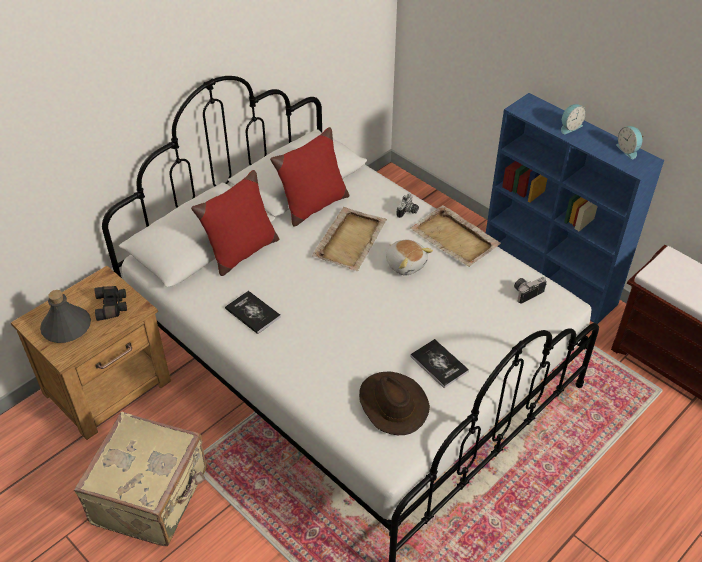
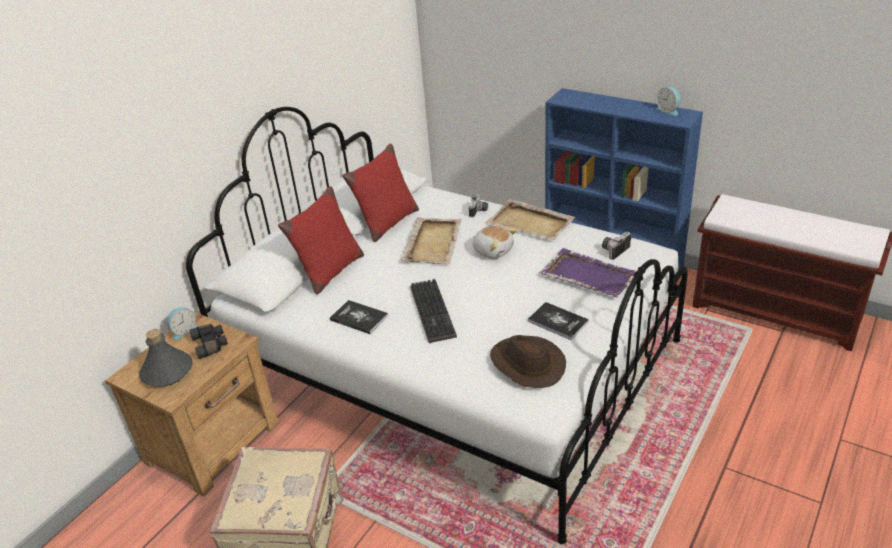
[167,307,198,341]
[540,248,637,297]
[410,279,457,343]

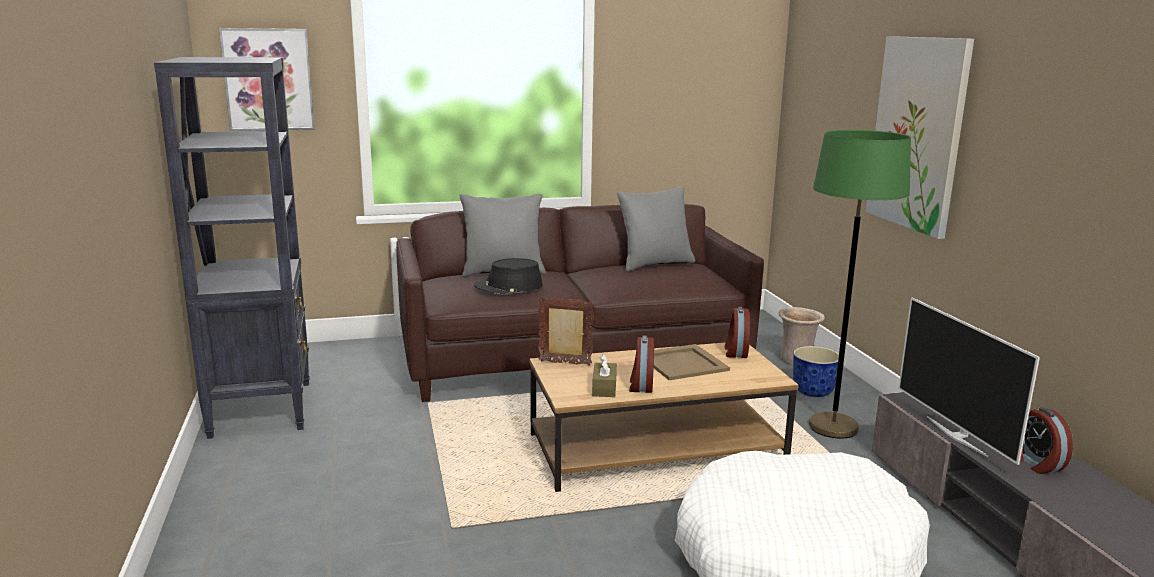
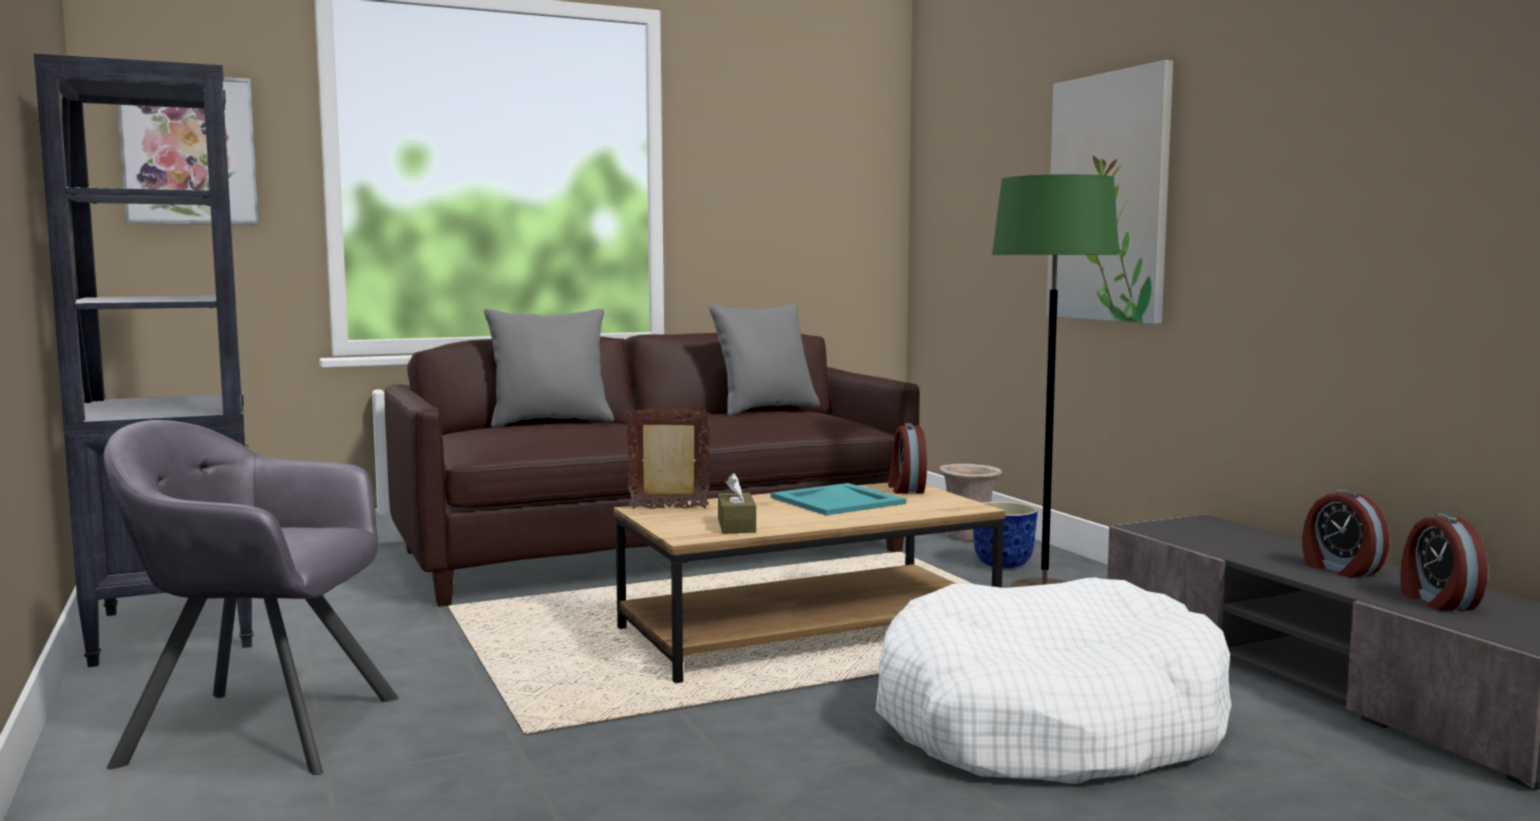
[474,258,543,294] (first image)
[898,297,1040,465] (first image)
[1400,513,1488,611]
[771,483,906,515]
[104,420,399,775]

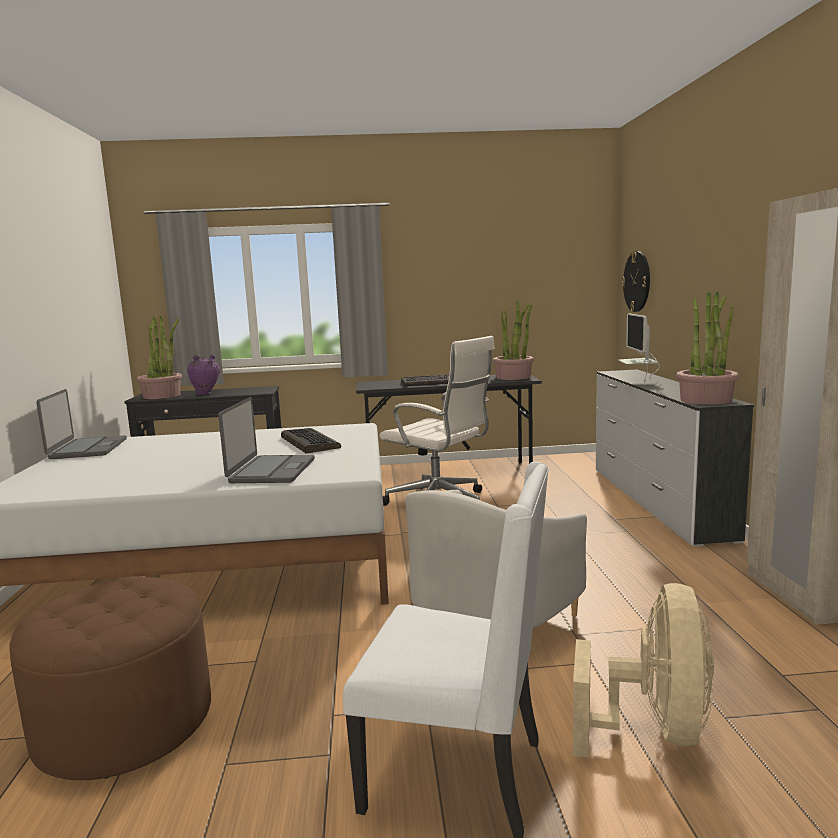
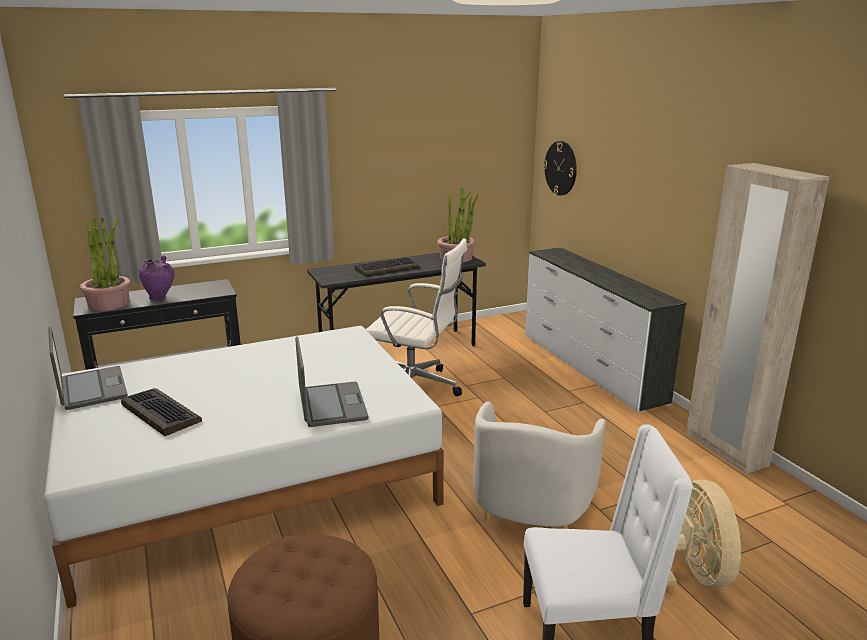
[676,291,739,405] (first image)
[618,313,660,384] (first image)
[121,388,202,436]

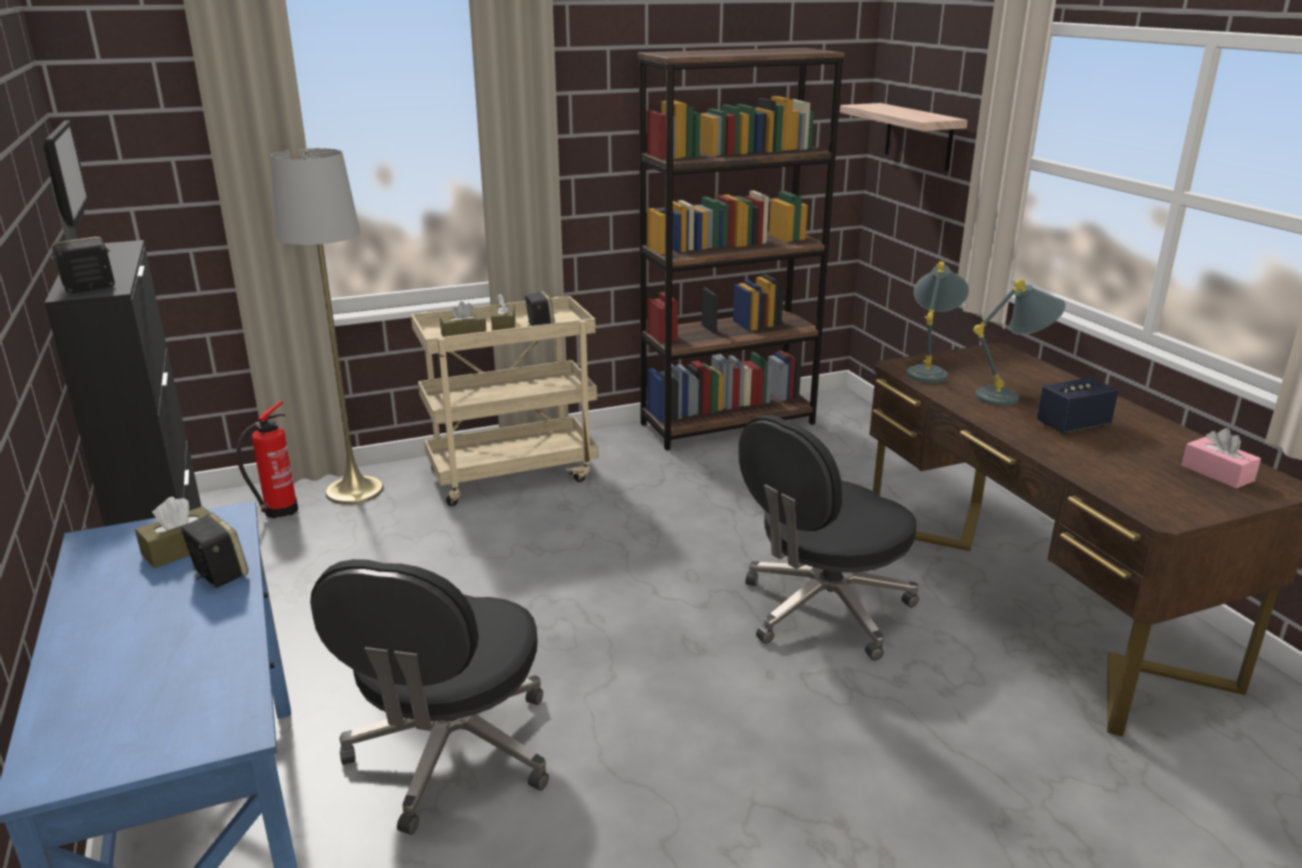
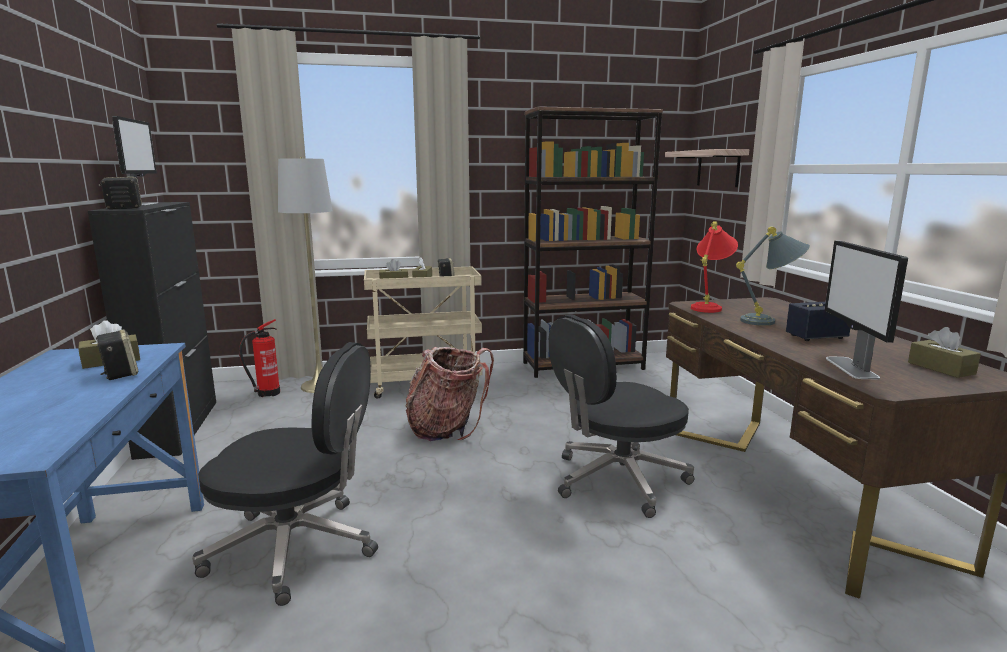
[691,222,738,313]
[908,327,981,378]
[192,342,378,606]
[824,241,908,379]
[405,347,494,441]

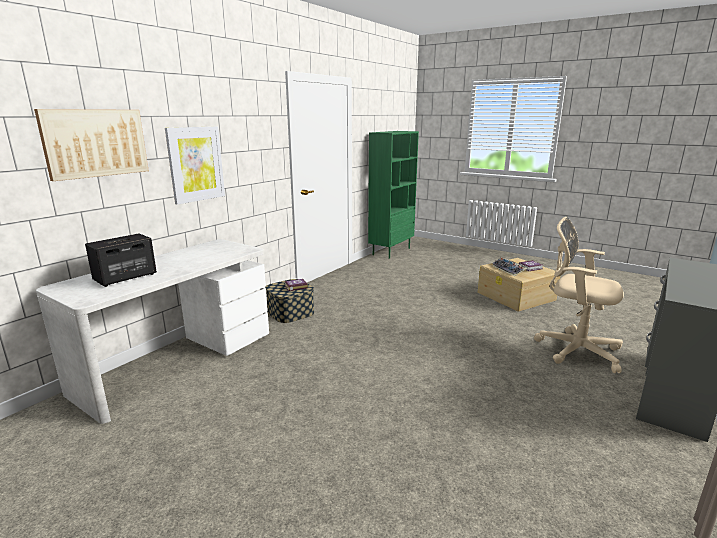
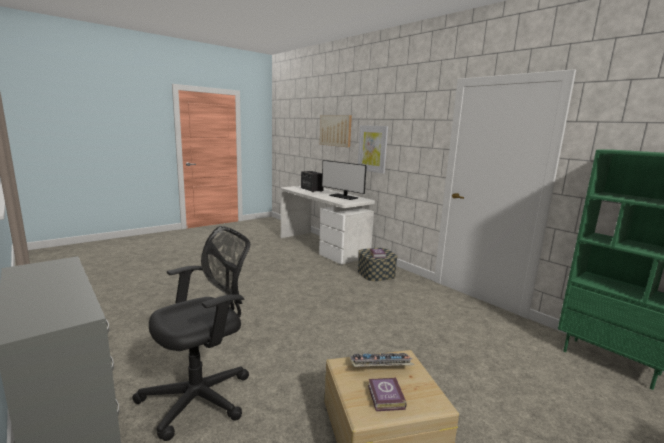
[132,226,250,441]
[322,160,367,200]

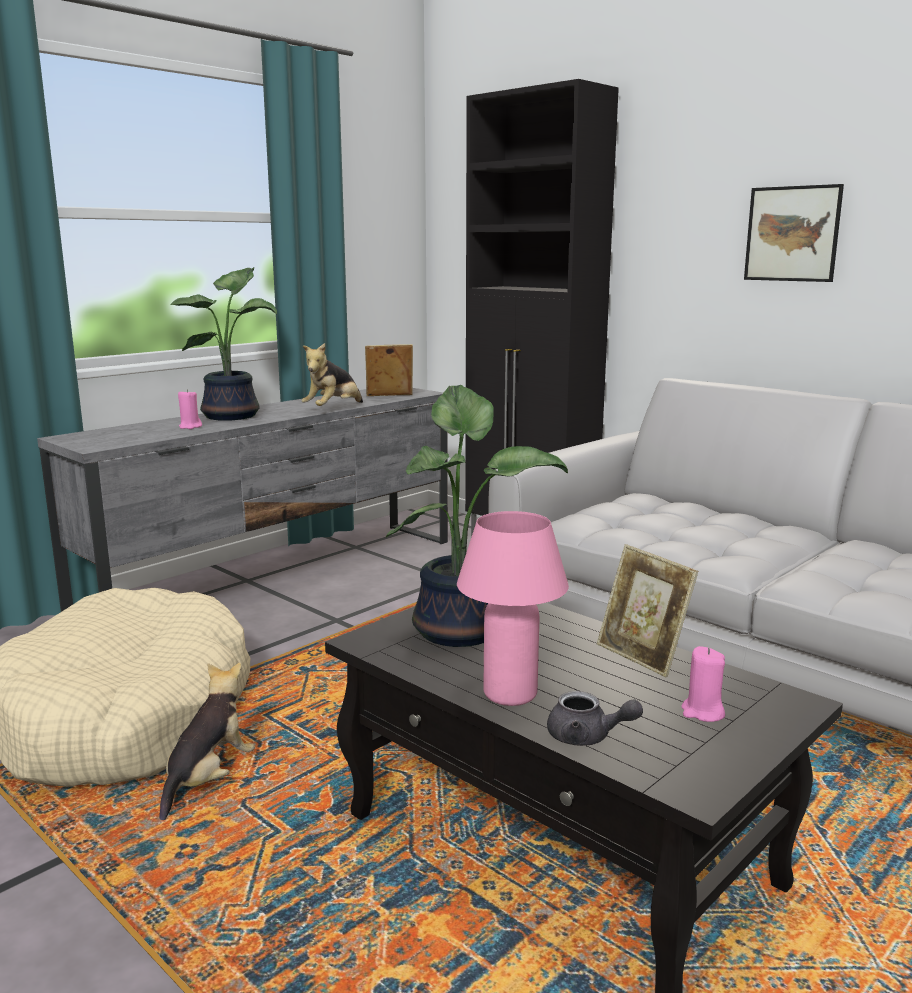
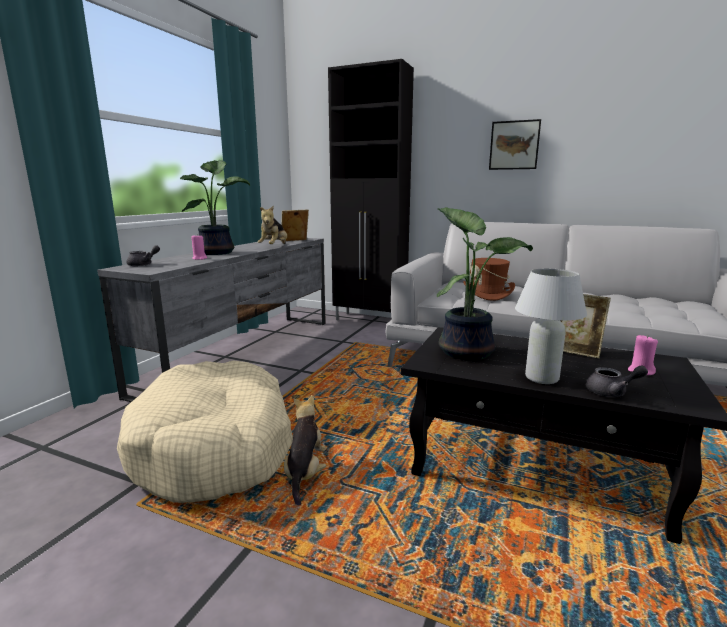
[515,269,587,384]
[127,245,160,267]
[463,258,515,301]

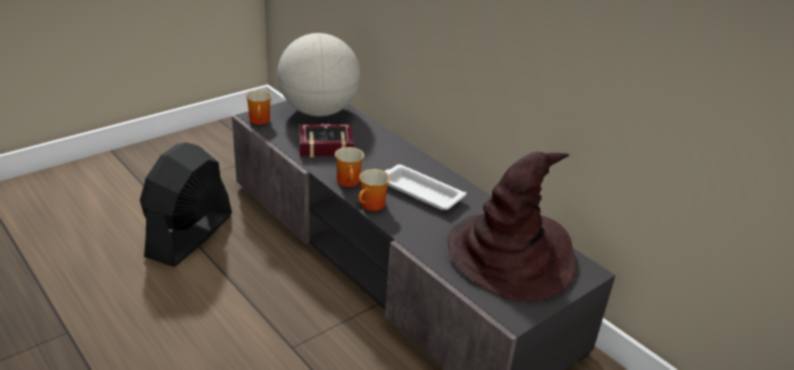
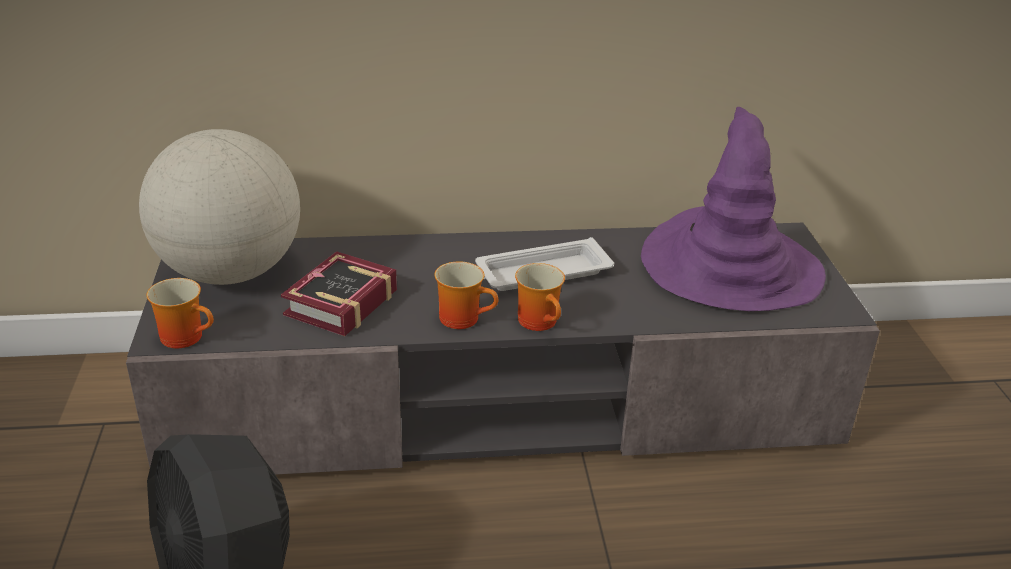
[641,107,826,311]

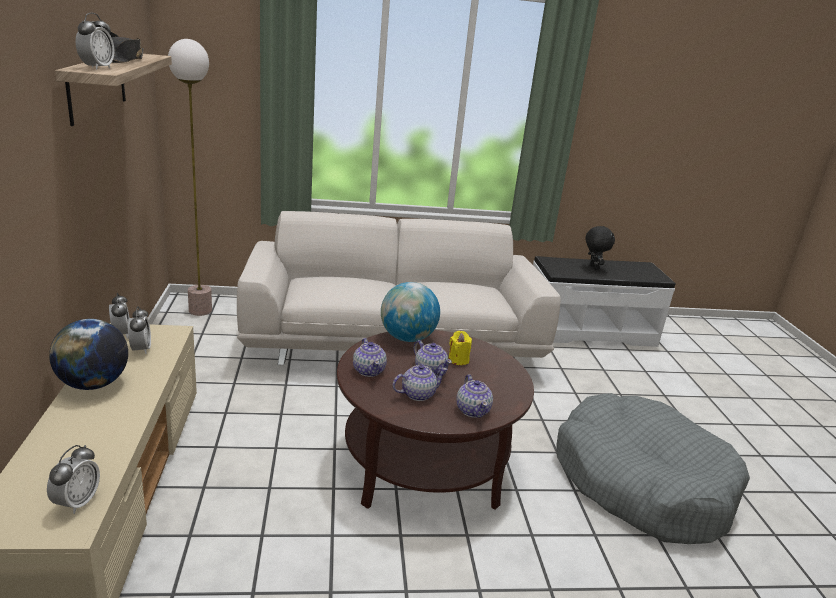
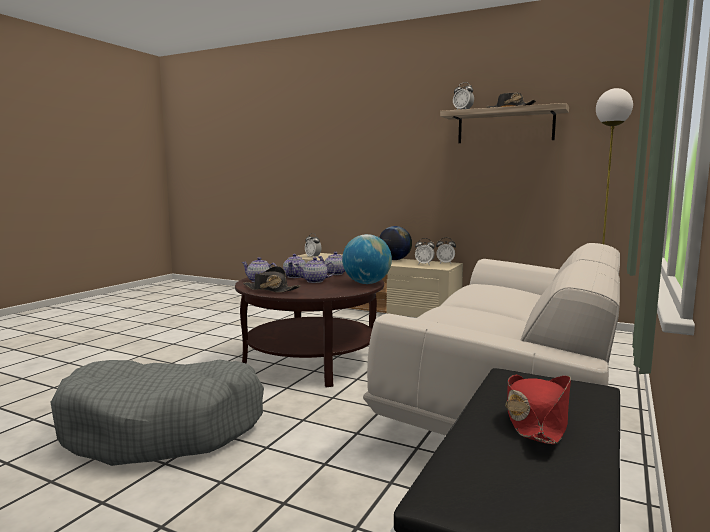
[505,375,571,444]
[448,331,472,365] (first image)
[243,266,301,293]

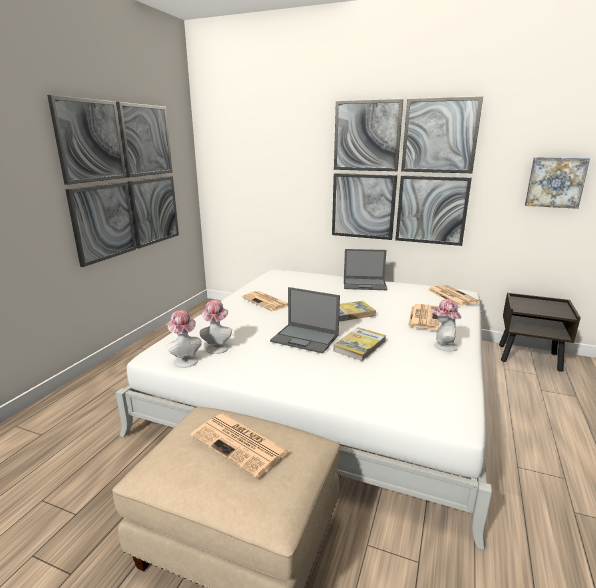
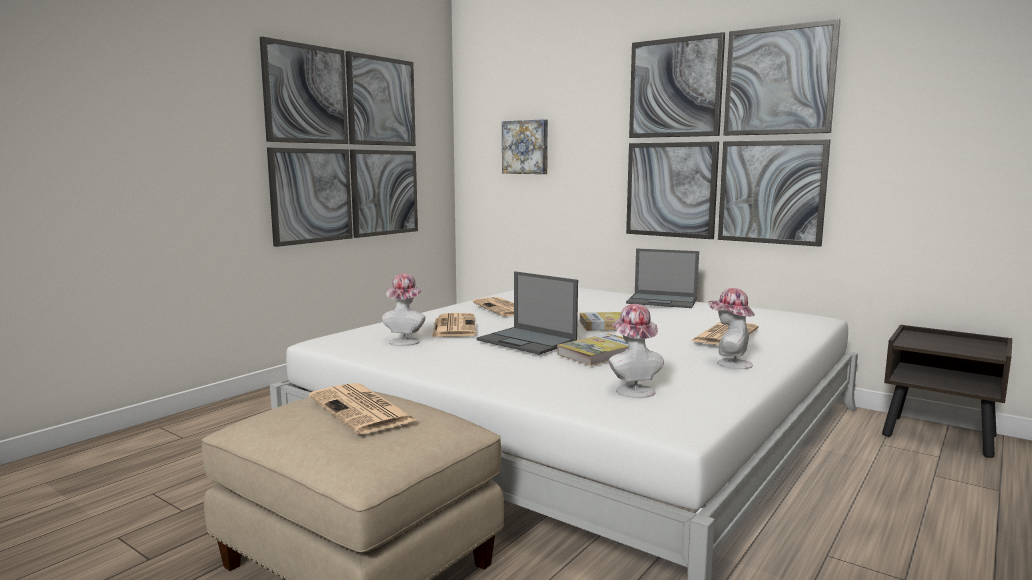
[502,119,548,174]
[433,313,476,337]
[609,304,664,398]

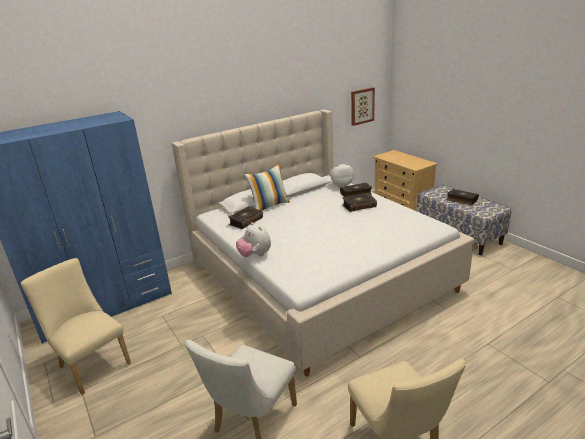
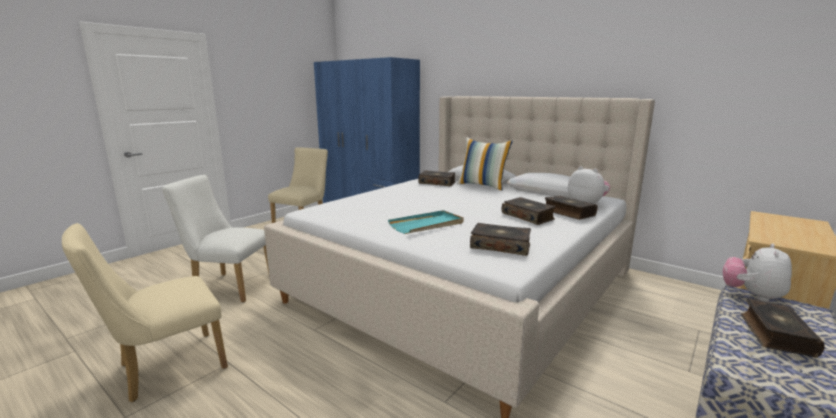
[351,87,375,126] (first image)
[723,244,792,302]
[388,210,464,234]
[470,223,531,256]

